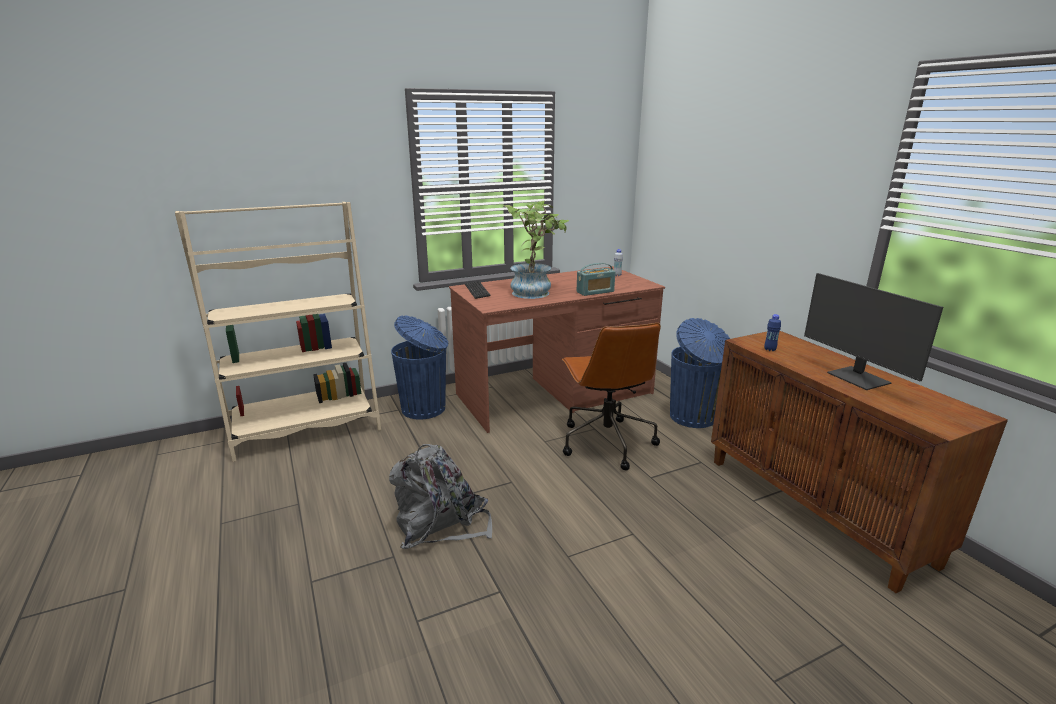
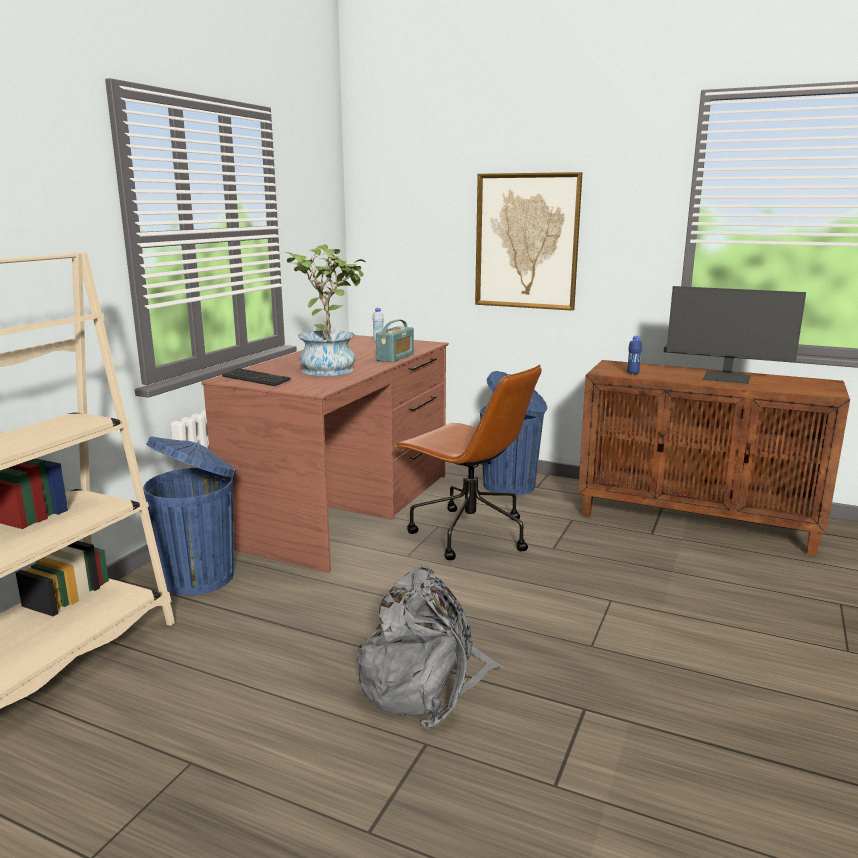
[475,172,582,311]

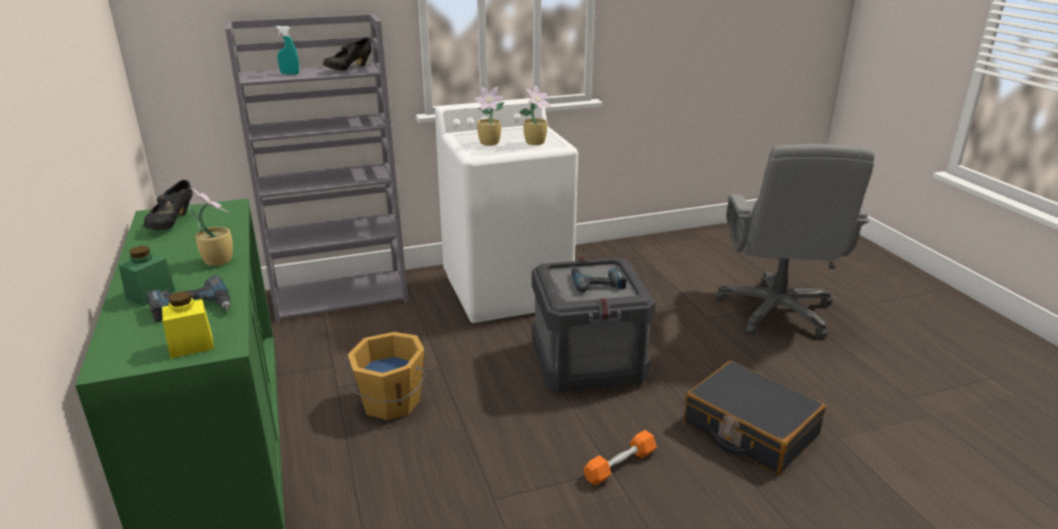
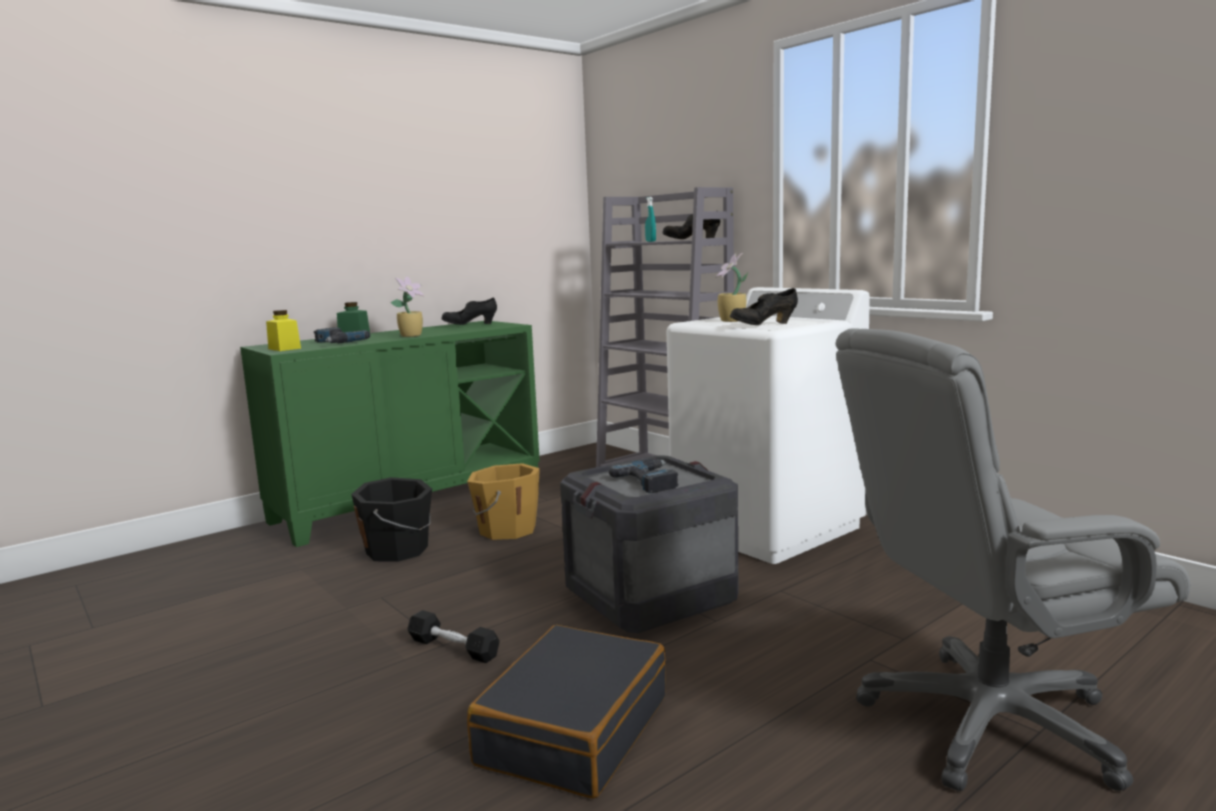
[730,288,798,325]
[408,610,500,663]
[351,477,432,562]

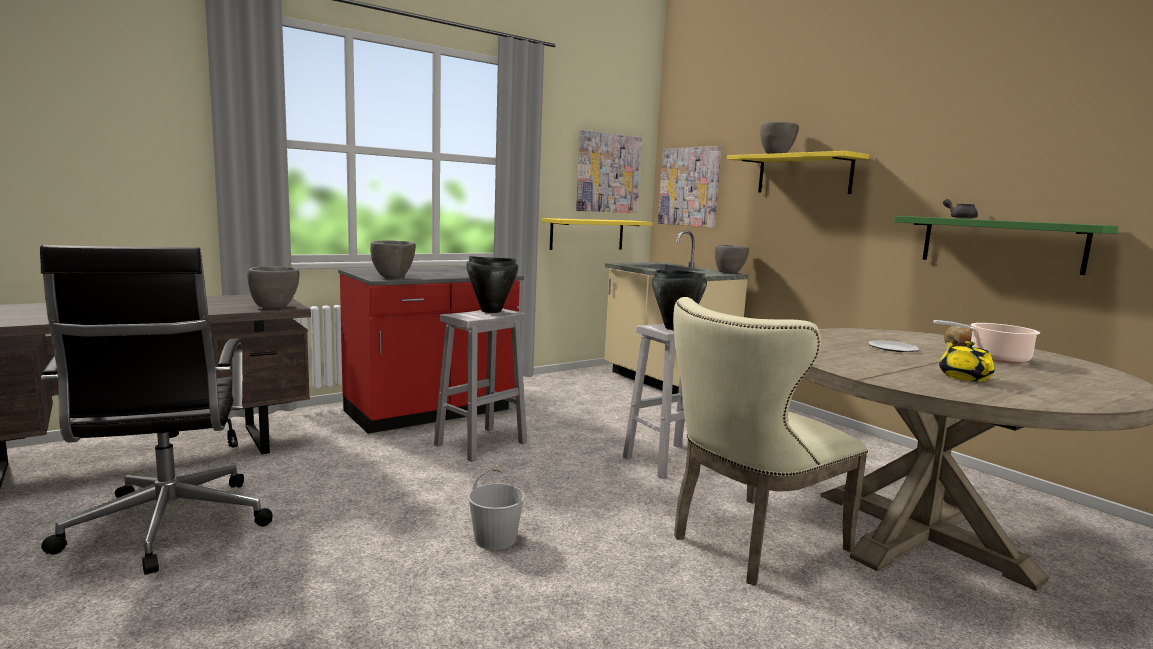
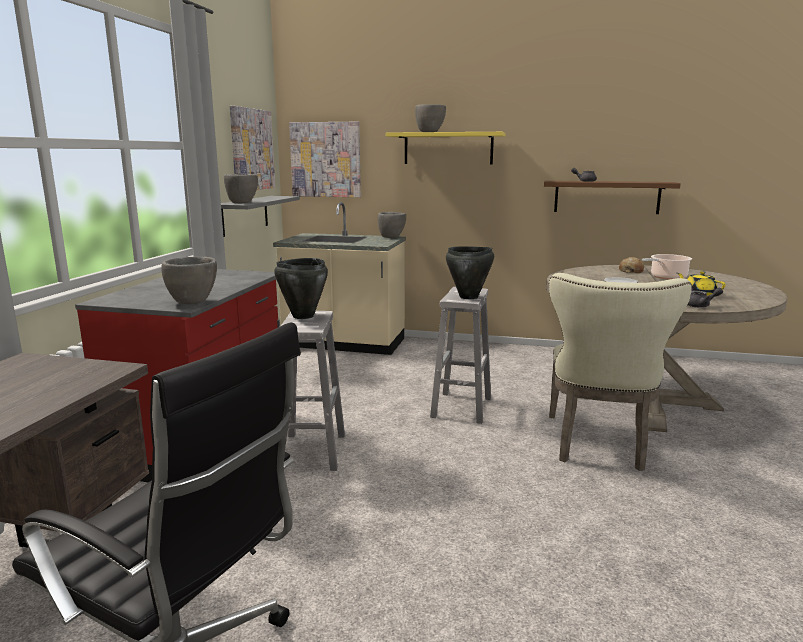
[544,181,681,214]
[221,196,300,237]
[224,174,258,203]
[468,469,525,550] (first image)
[688,288,723,308]

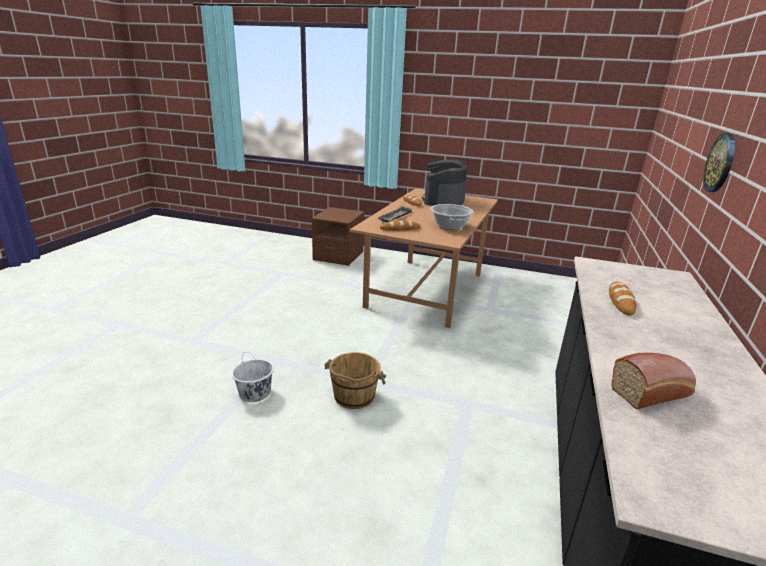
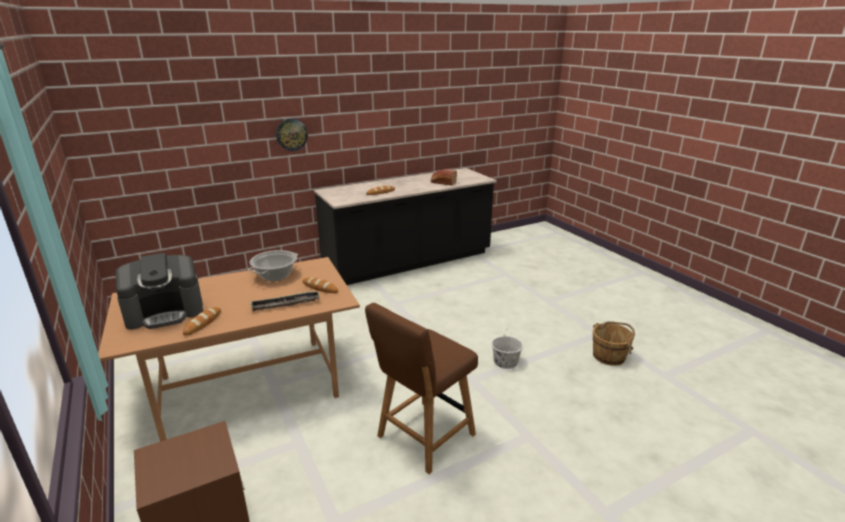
[593,321,635,366]
[365,303,478,474]

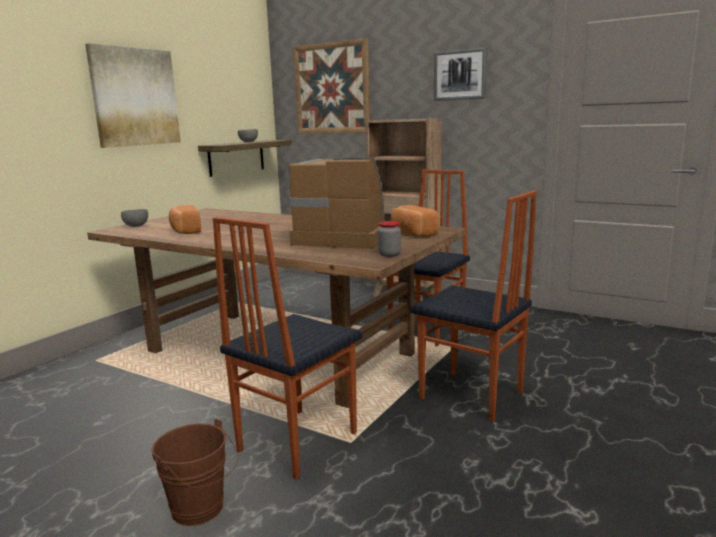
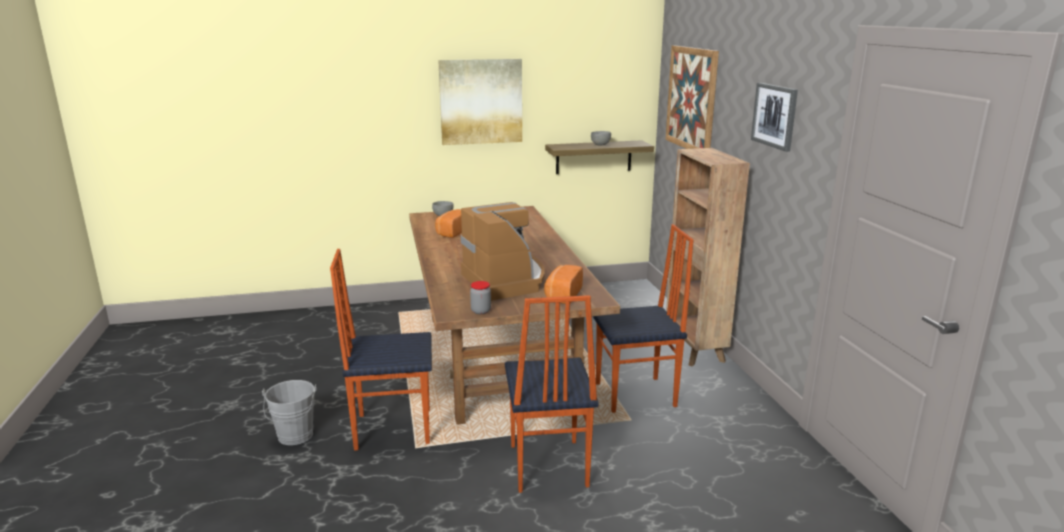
[262,380,316,445]

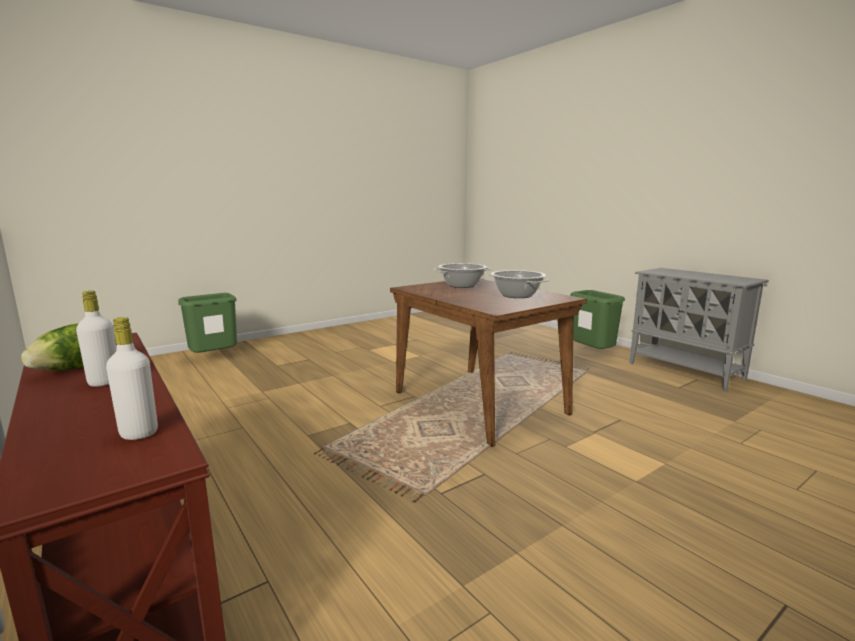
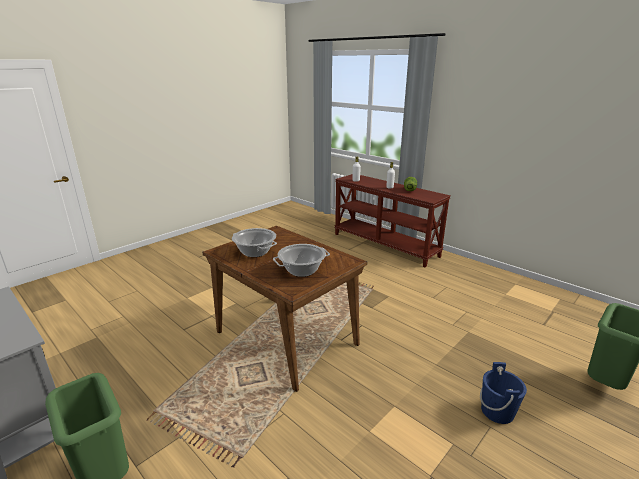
[480,362,527,424]

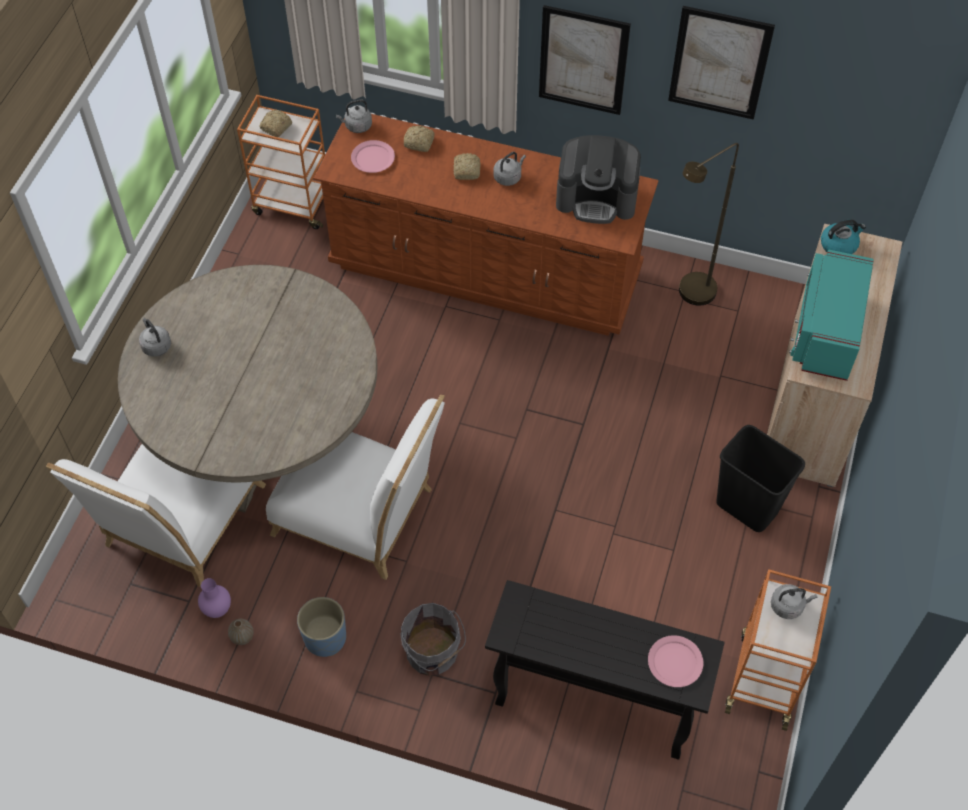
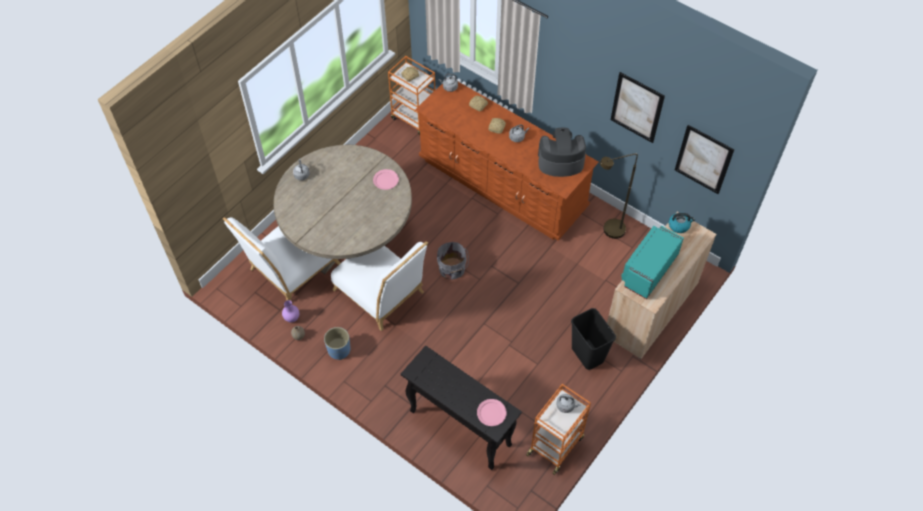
[675,125,734,194]
[538,128,586,177]
[373,169,399,190]
[437,242,469,280]

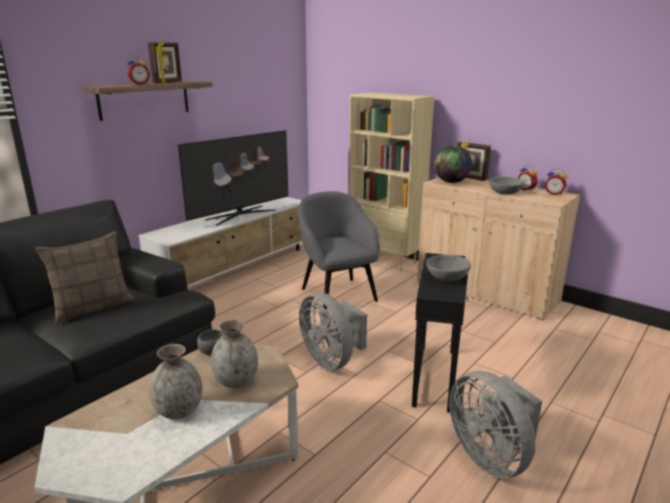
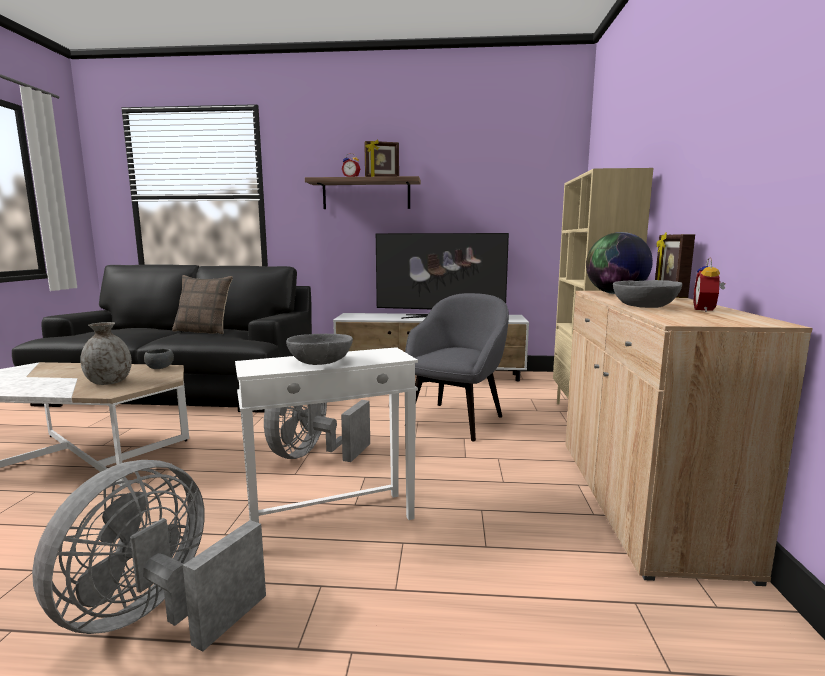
[544,168,567,195] (first image)
[235,347,418,523]
[149,344,202,419] (first image)

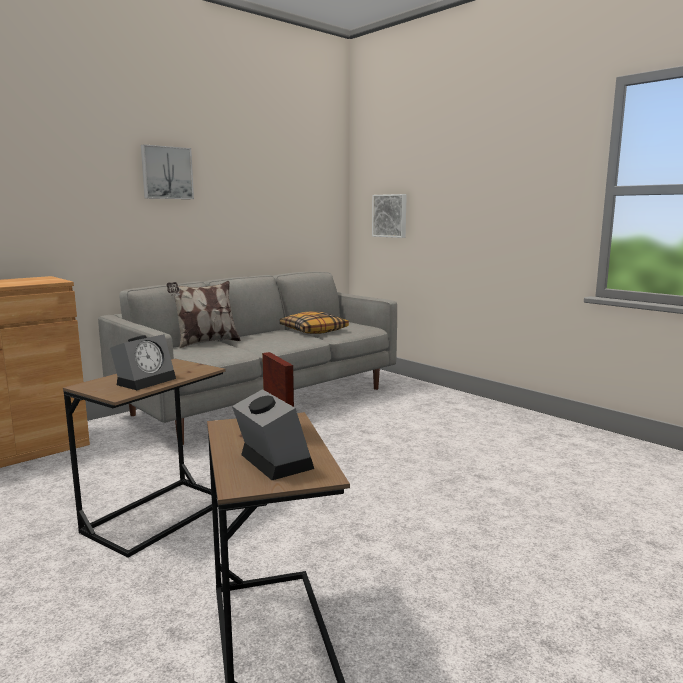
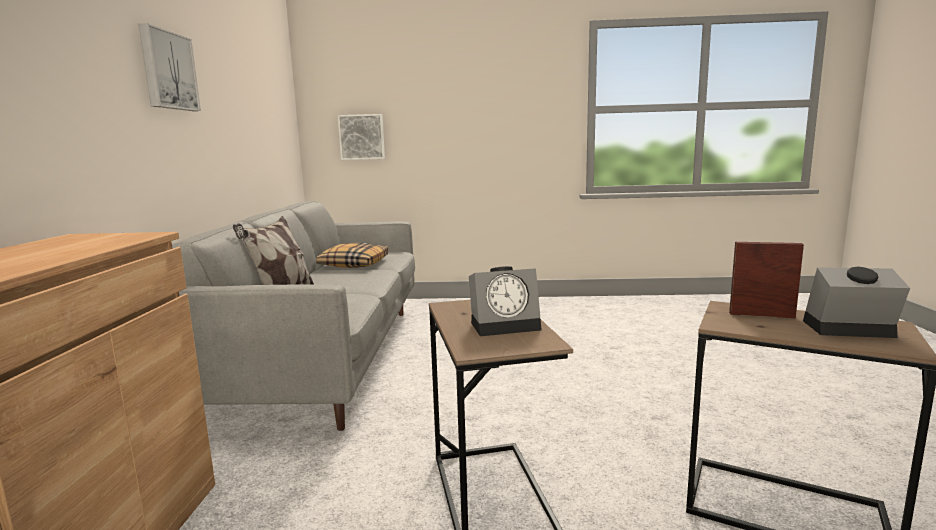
[469,266,542,336]

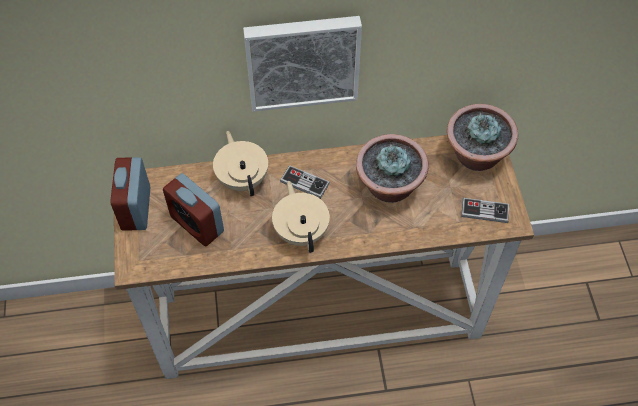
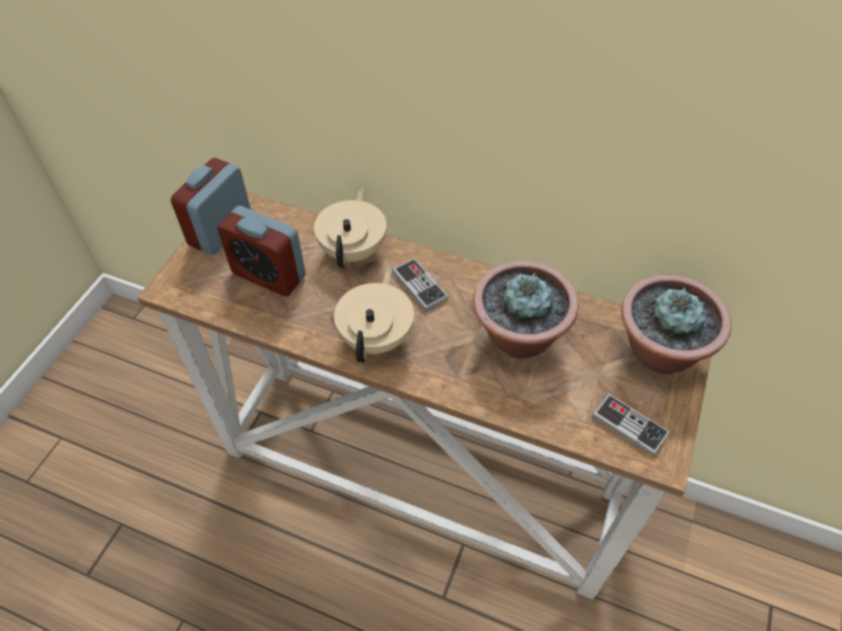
[243,16,362,112] (first image)
[217,206,306,297]

